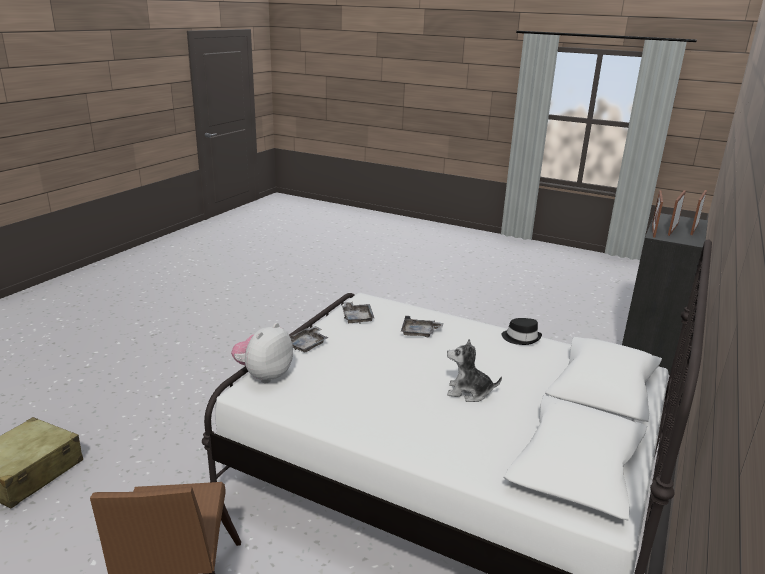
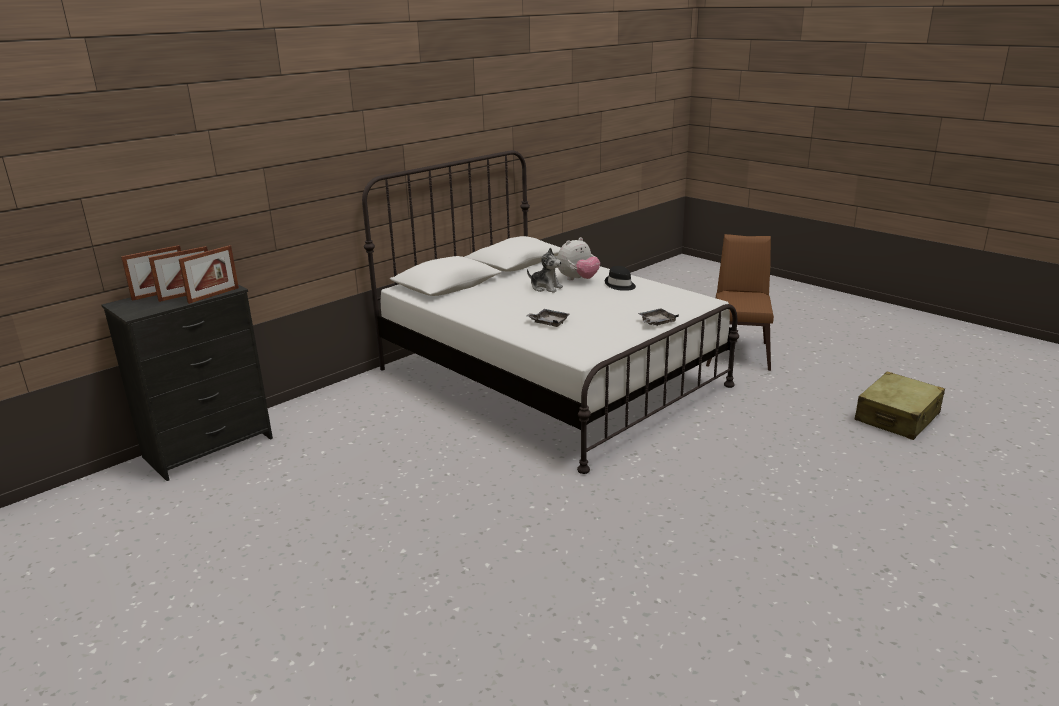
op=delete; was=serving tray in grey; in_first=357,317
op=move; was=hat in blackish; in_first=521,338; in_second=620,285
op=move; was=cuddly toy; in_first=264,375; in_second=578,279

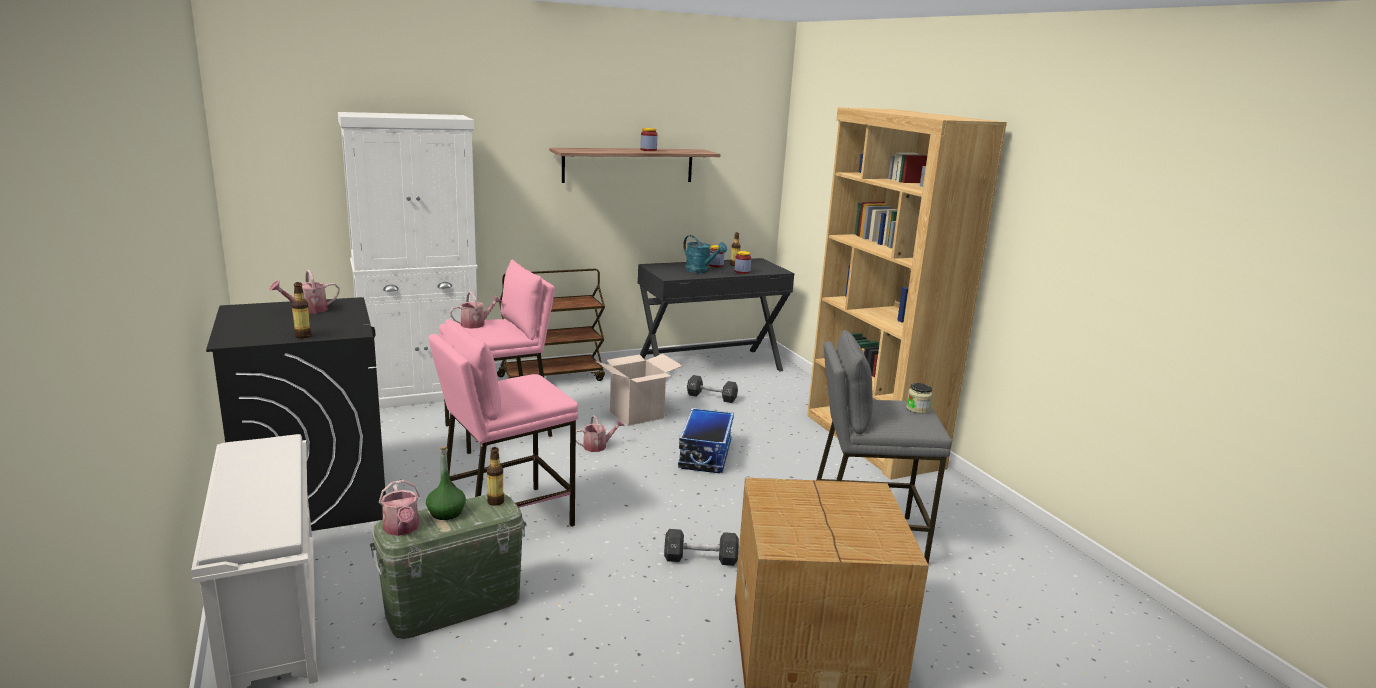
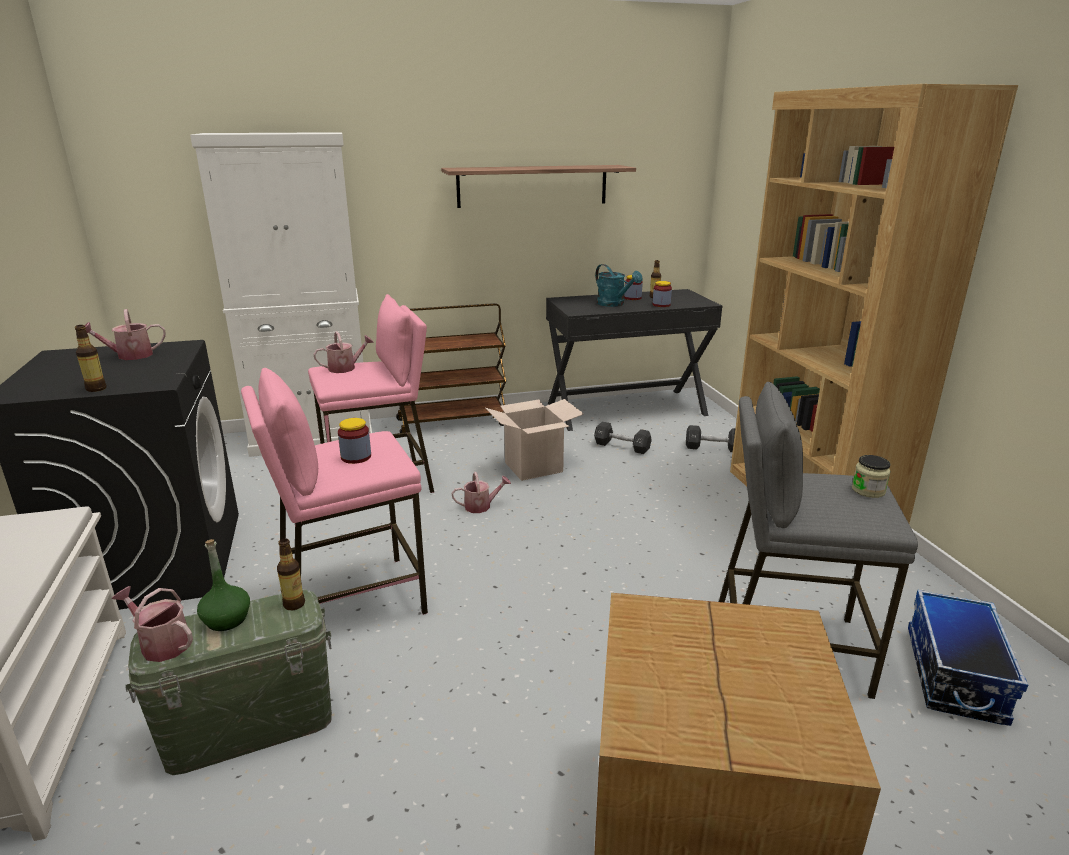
op=move; was=jar; in_first=648,150; in_second=356,457
op=move; was=storage bin; in_first=704,454; in_second=952,674
op=rotate; was=watering pot; in_first=402,529; in_second=161,644; clockwise=135
op=move; was=free weight in blackish; in_first=700,559; in_second=713,448

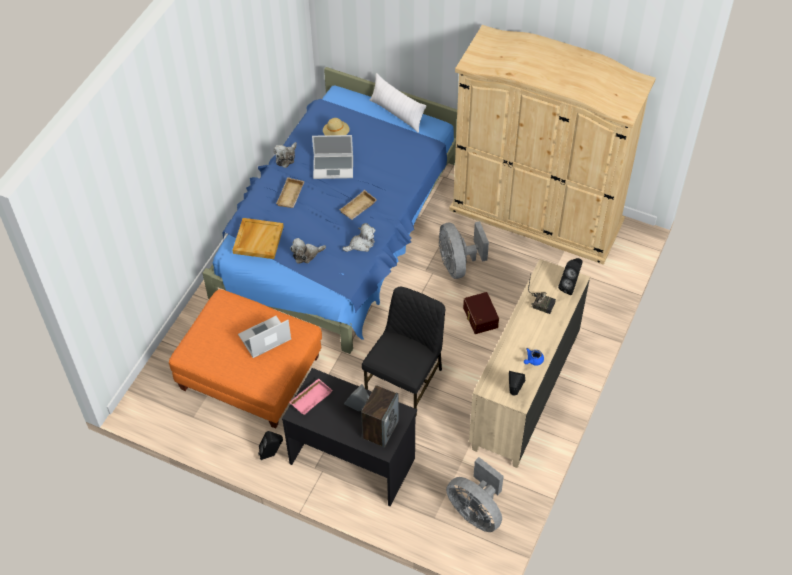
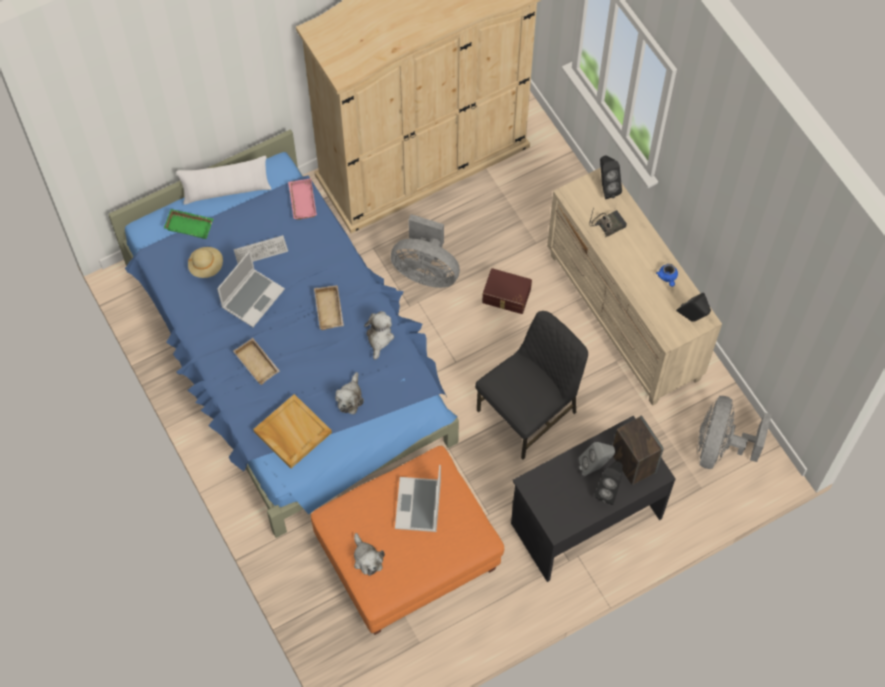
op=move; was=cuddly toy; in_first=286,158; in_second=367,558
op=rotate; was=plain chair in blackish; in_first=406,380; in_second=529,411; clockwise=75
op=move; was=serving tray in pink; in_first=310,398; in_second=301,201
op=move; was=audio speaker in blackish; in_first=272,454; in_second=609,490
op=rotate; was=electric fan in grey; in_first=476,511; in_second=720,447; clockwise=120
op=insert; now=serving tray in green; in_second=190,225
op=insert; now=keyboard; in_second=261,251

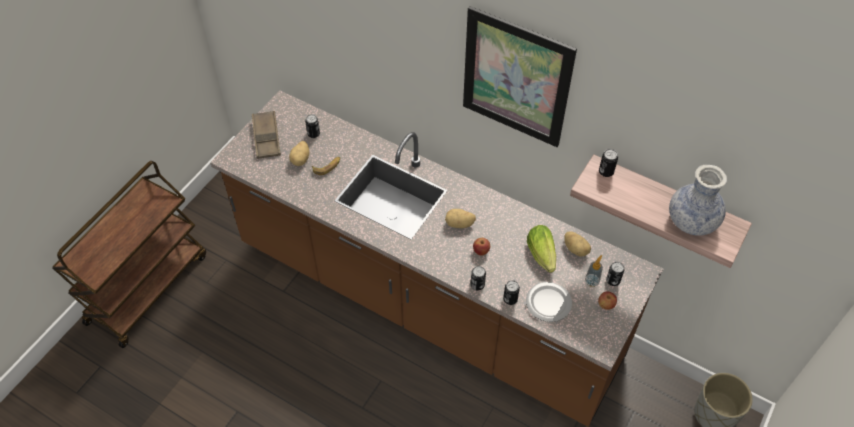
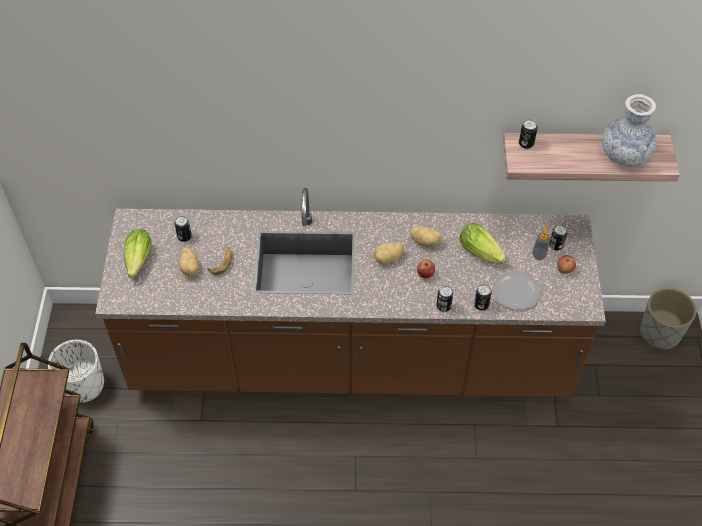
op=delete; was=picture; in_first=516,78
op=replace; was=serving tray in brown-coloured; now=lettuce; in_first=266,137; in_second=137,262
op=move; was=spud; in_first=576,249; in_second=425,241
op=insert; now=flower pot in white; in_second=83,385

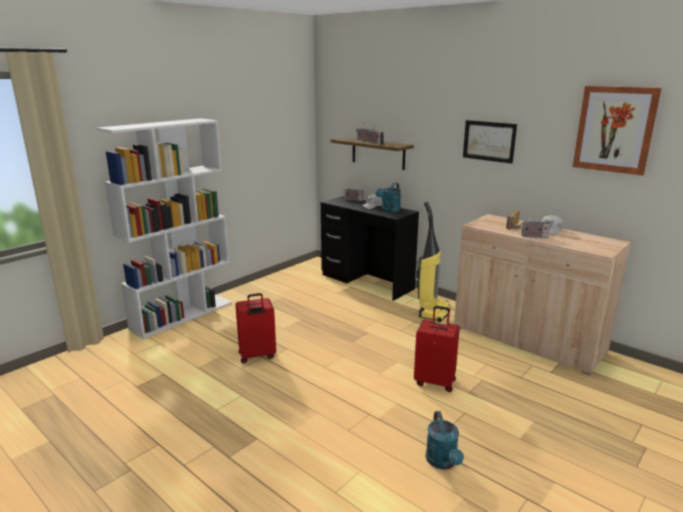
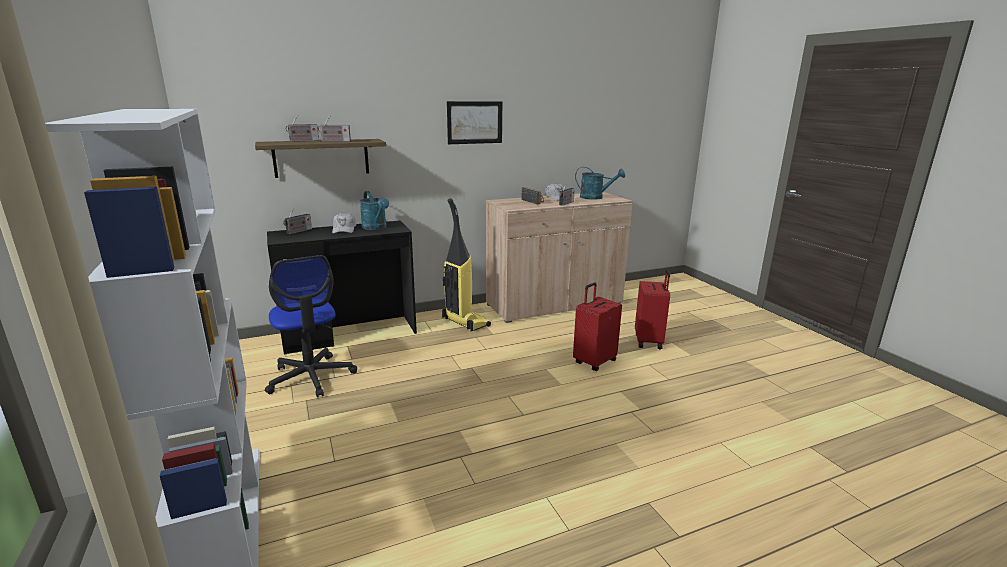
op=delete; was=picture; in_first=615,129
op=move; was=travel case in red-coloured; in_first=257,356; in_second=649,341
op=move; was=watering pot in turquoise-coloured; in_first=443,462; in_second=595,197
op=insert; now=computer chair; in_second=311,377

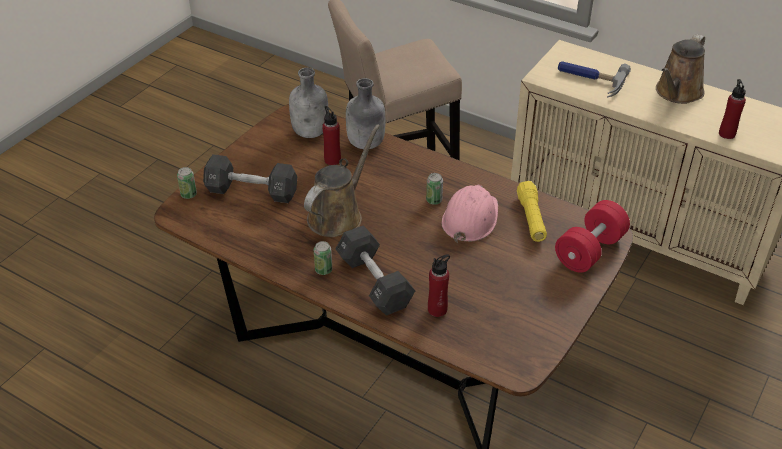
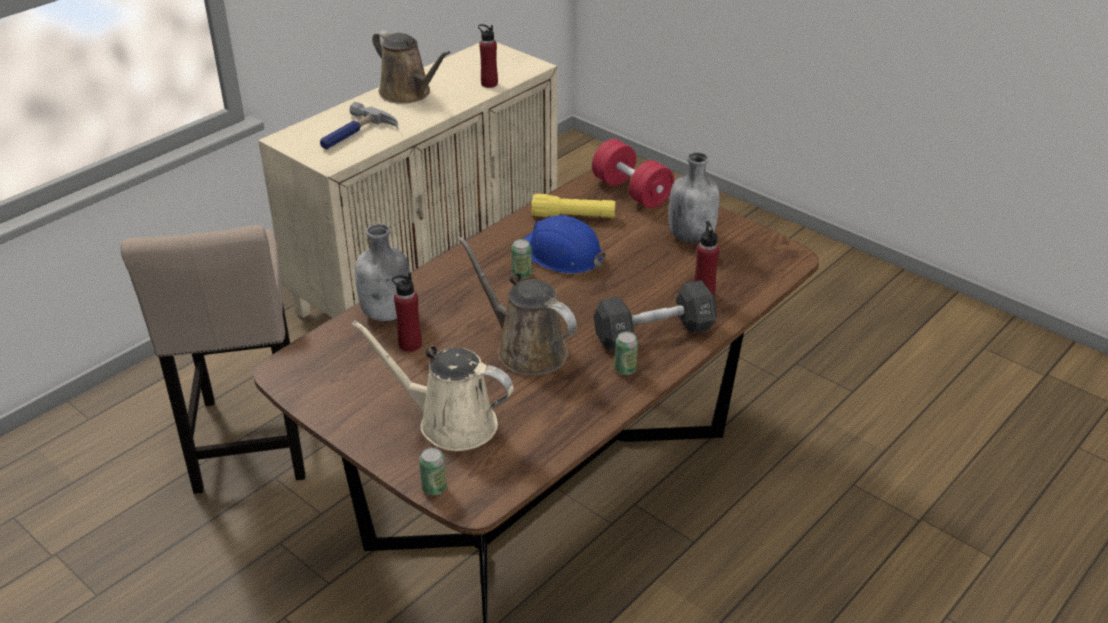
op=move; was=bottle in grey; in_first=311,132; in_second=691,236
op=replace; was=free weight in blackish; now=watering pot in beige-coloured; in_first=252,191; in_second=450,422
op=recolor; was=hard hat in pink; now=hard hat in bluish; in_first=470,218; in_second=561,254

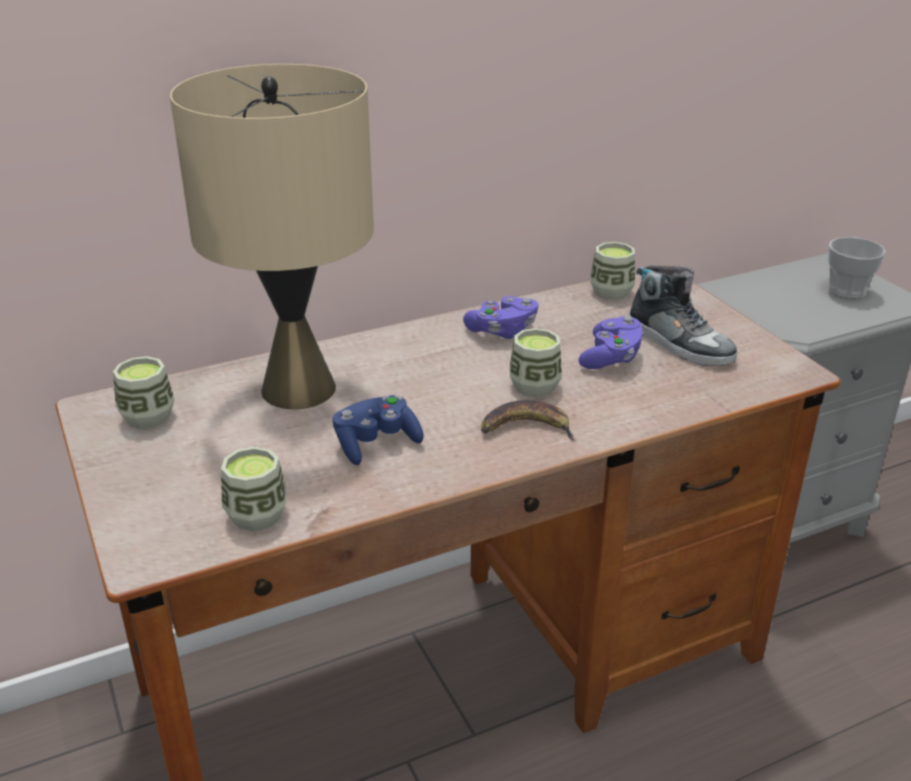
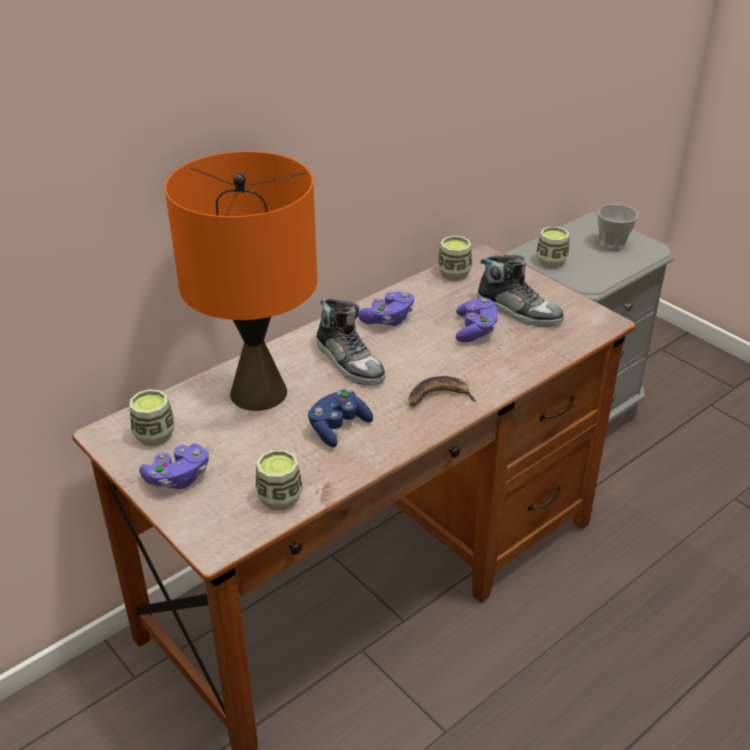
op=recolor; was=tabletop lamp in beige-coloured; now=tabletop lamp in orange; in_first=299,388; in_second=259,392
op=move; was=small cup; in_first=534,386; in_second=551,262
op=insert; now=item of footwear; in_second=349,362
op=insert; now=joypad in purple-coloured; in_second=178,478

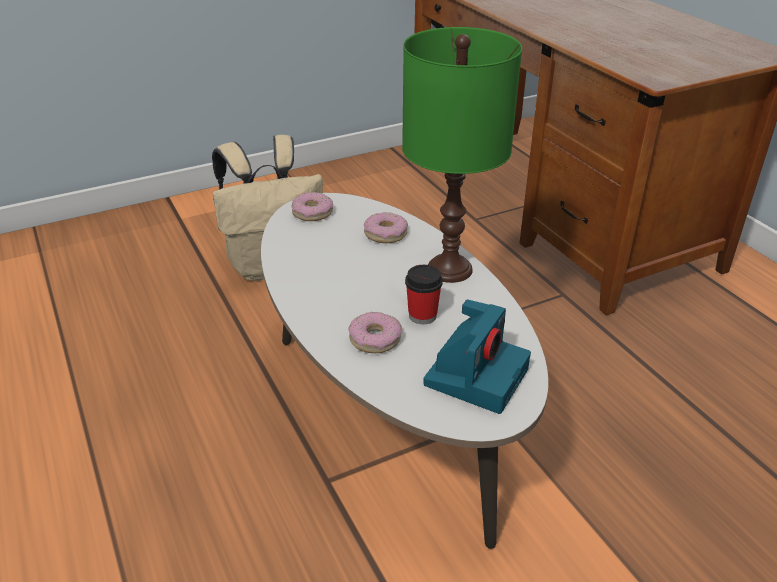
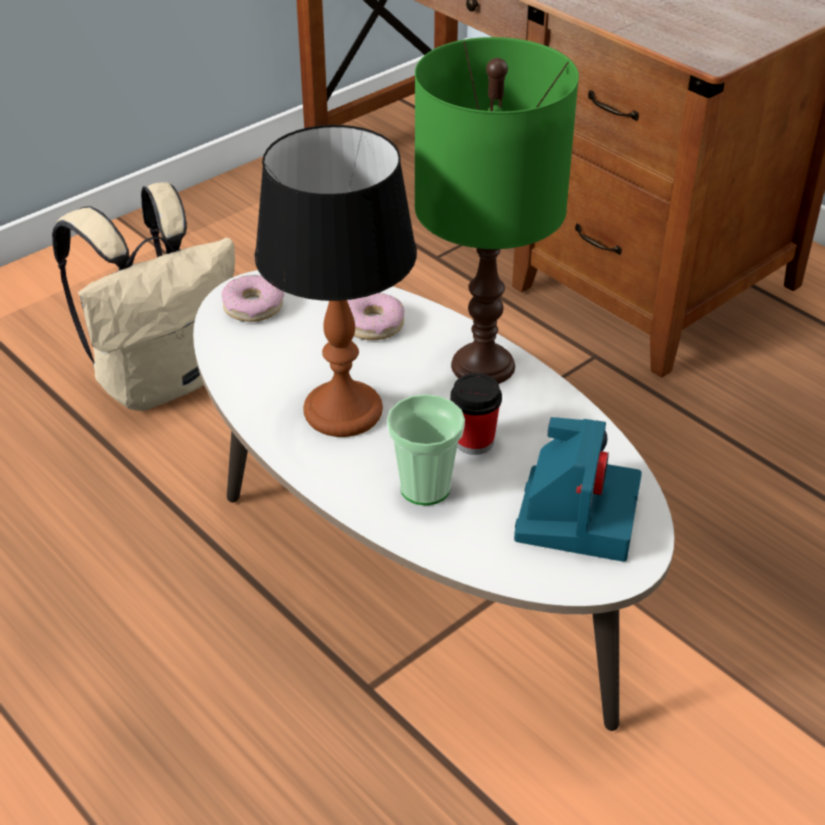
op=replace; was=doughnut; now=small cup; in_first=375,339; in_second=425,488
op=insert; now=tabletop lamp; in_second=344,412

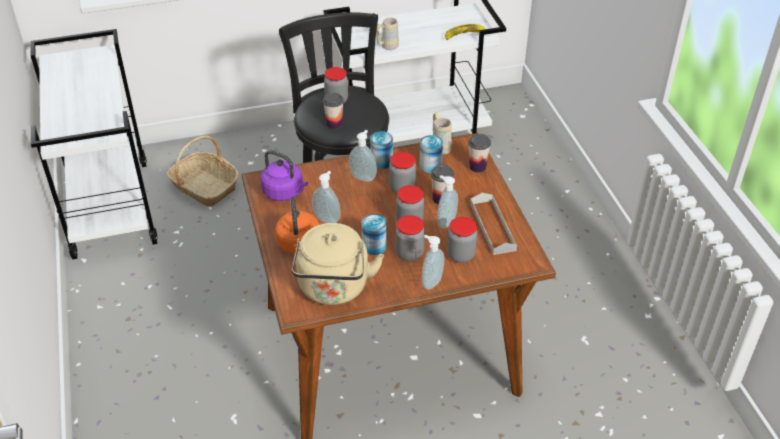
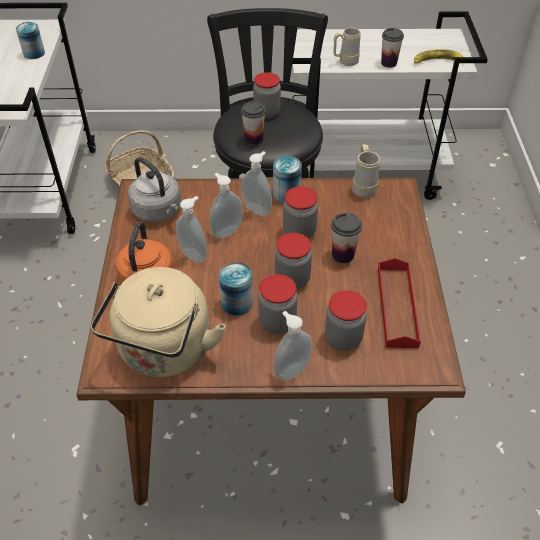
op=move; was=small cup; in_first=477,167; in_second=388,63
op=move; was=can; in_first=430,166; in_second=34,53
op=recolor; was=tea kettle in purple-coloured; now=tea kettle in grey; in_first=285,193; in_second=159,211
op=move; was=soap bottle; in_first=445,222; in_second=226,231
op=recolor; was=serving tray in grey; now=serving tray in red-coloured; in_first=492,227; in_second=397,306

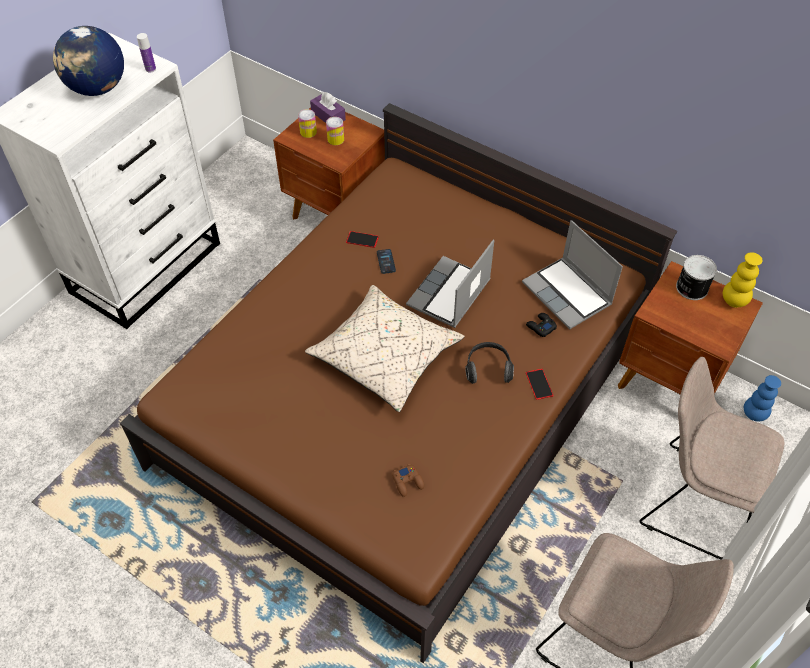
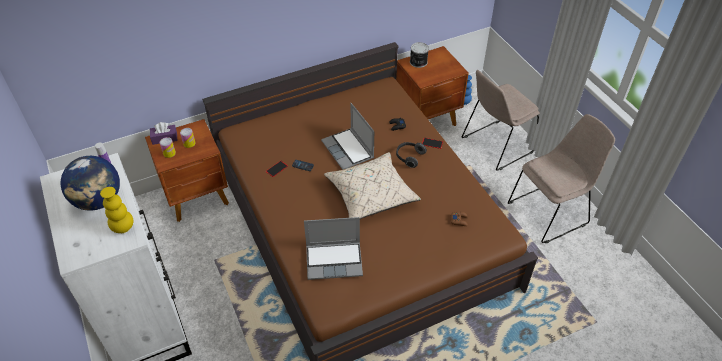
op=move; was=notebook computer; in_first=568,294; in_second=335,260
op=move; was=decorative vase in yellow-coloured; in_first=734,301; in_second=123,227

